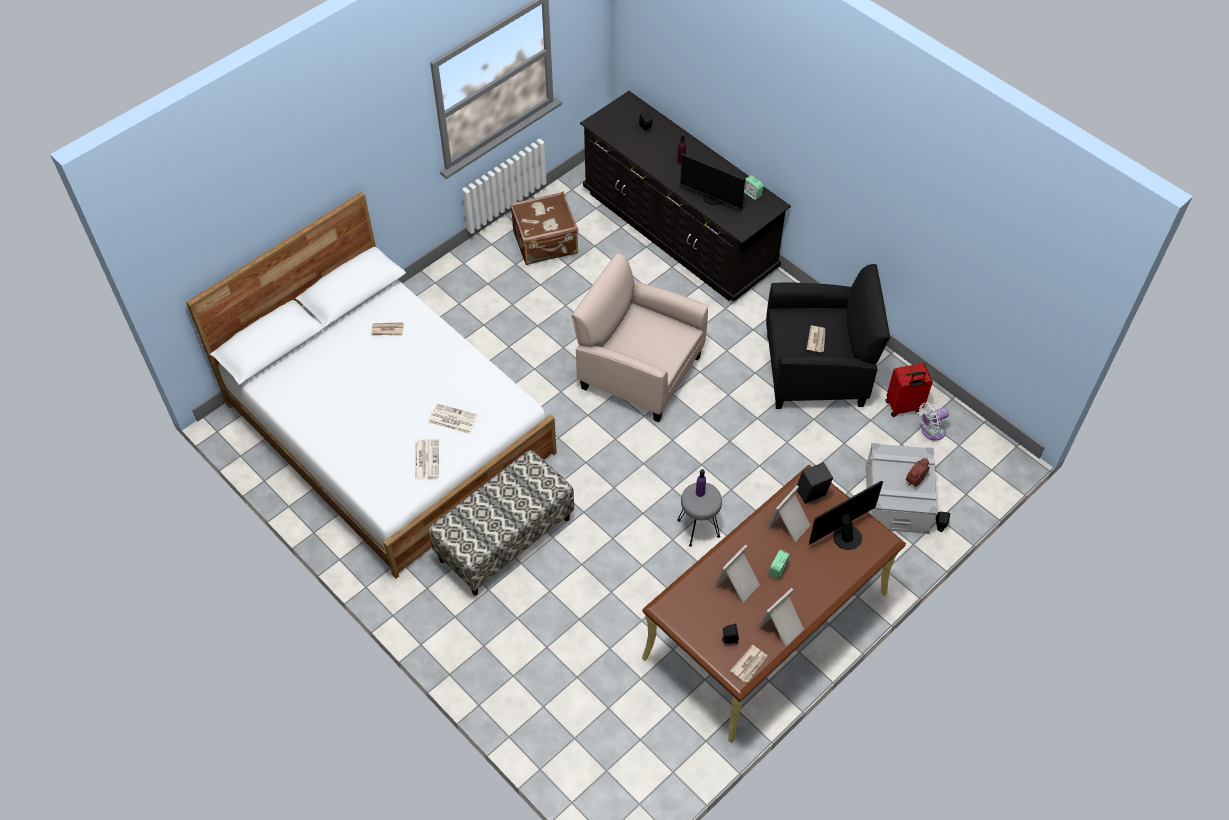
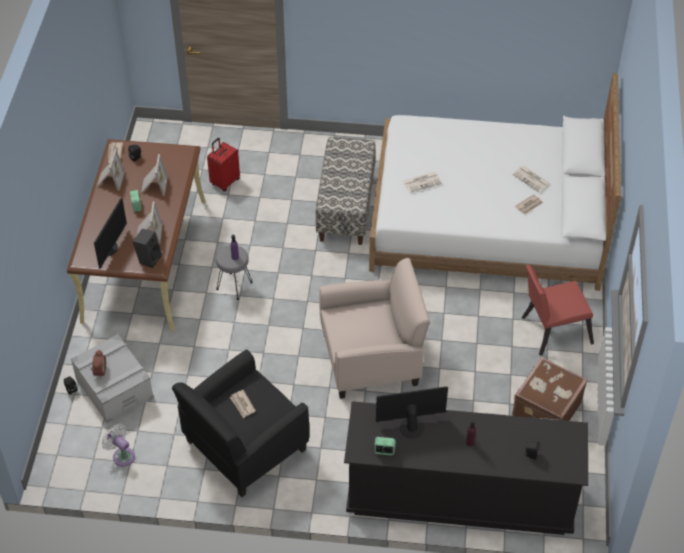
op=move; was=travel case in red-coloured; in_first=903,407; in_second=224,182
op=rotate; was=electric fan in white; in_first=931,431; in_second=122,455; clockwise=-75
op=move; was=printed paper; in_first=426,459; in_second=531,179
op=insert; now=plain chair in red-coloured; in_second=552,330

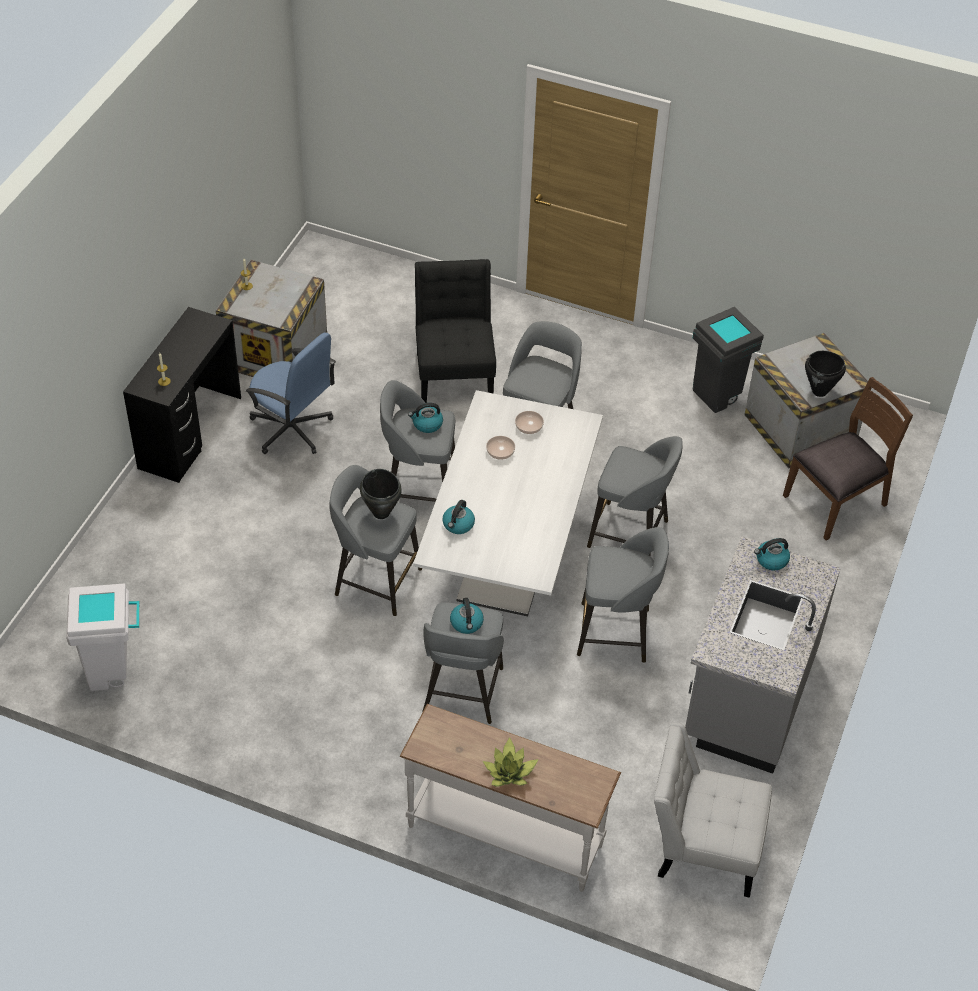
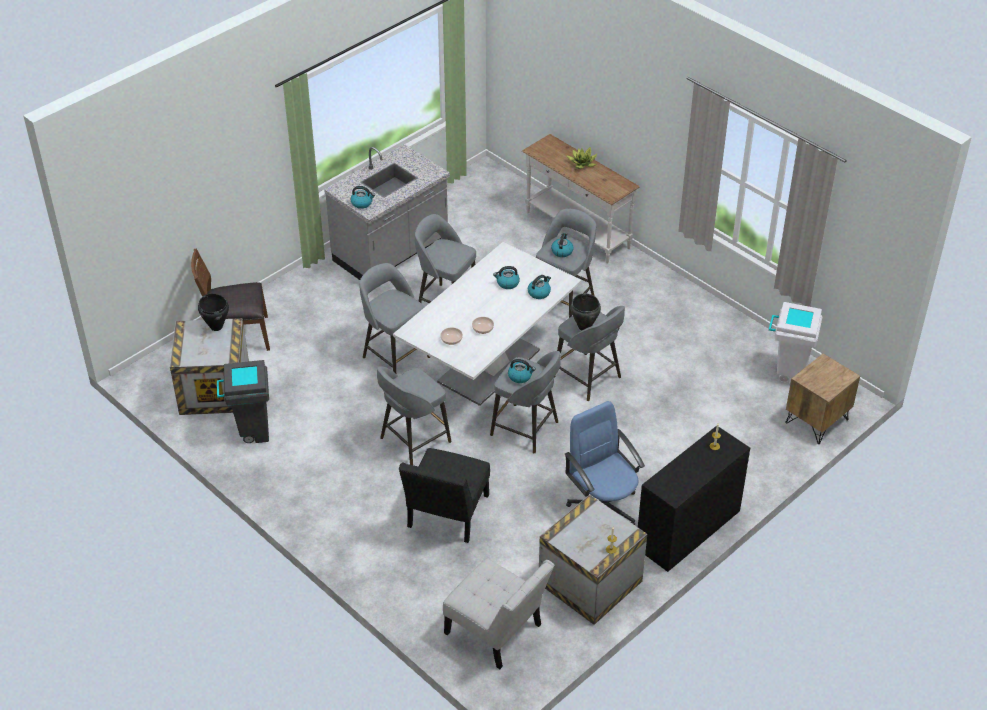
op=move; was=plain chair in white; in_first=702,846; in_second=497,632
op=insert; now=tea kettle; in_second=507,283
op=insert; now=bedside table in brown-coloured; in_second=817,421

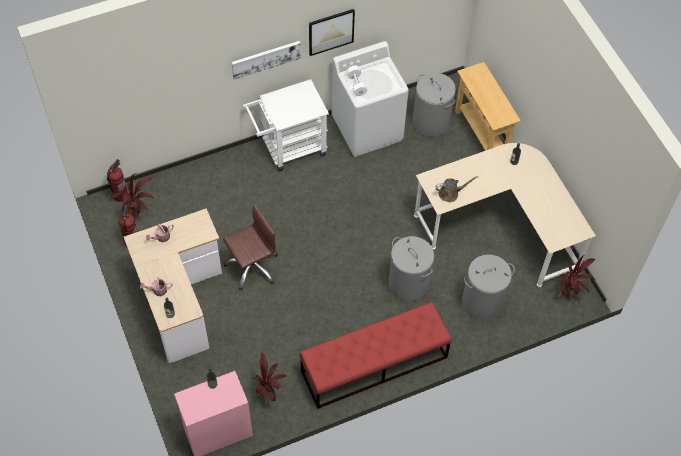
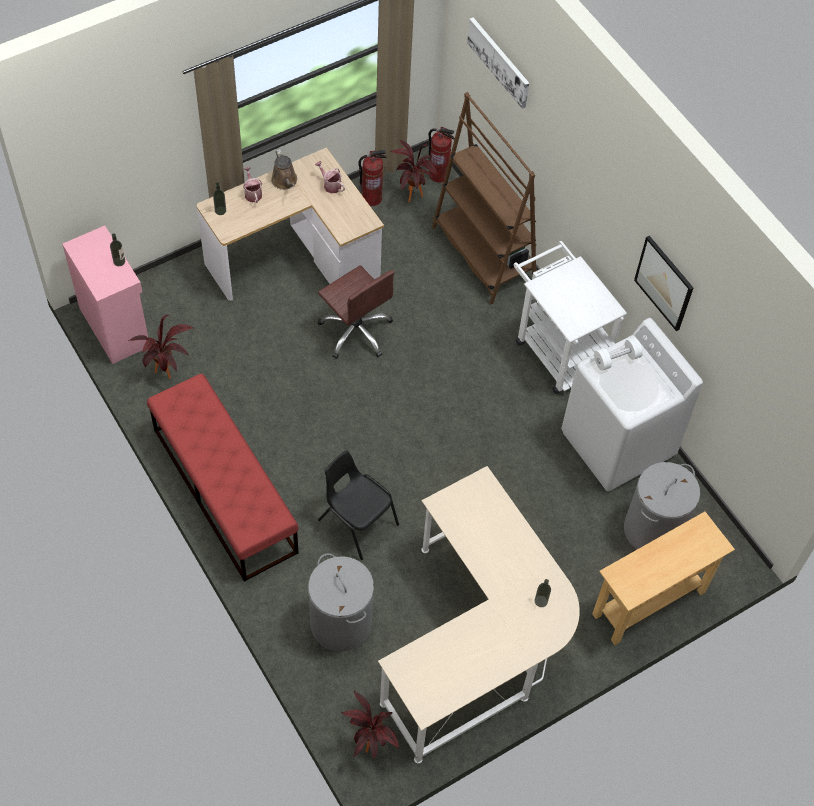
op=move; was=picture; in_first=266,59; in_second=499,61
op=move; was=watering pot in brown-coloured; in_first=450,193; in_second=285,182
op=replace; was=washing basket in grey; now=plain chair in blackish; in_first=408,284; in_second=357,522
op=insert; now=bookcase in brown-coloured; in_second=483,253

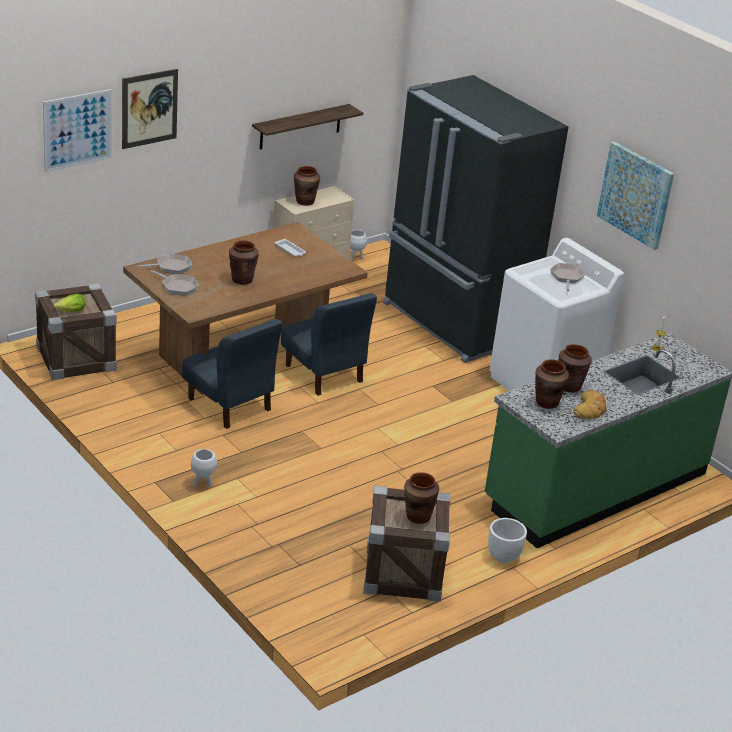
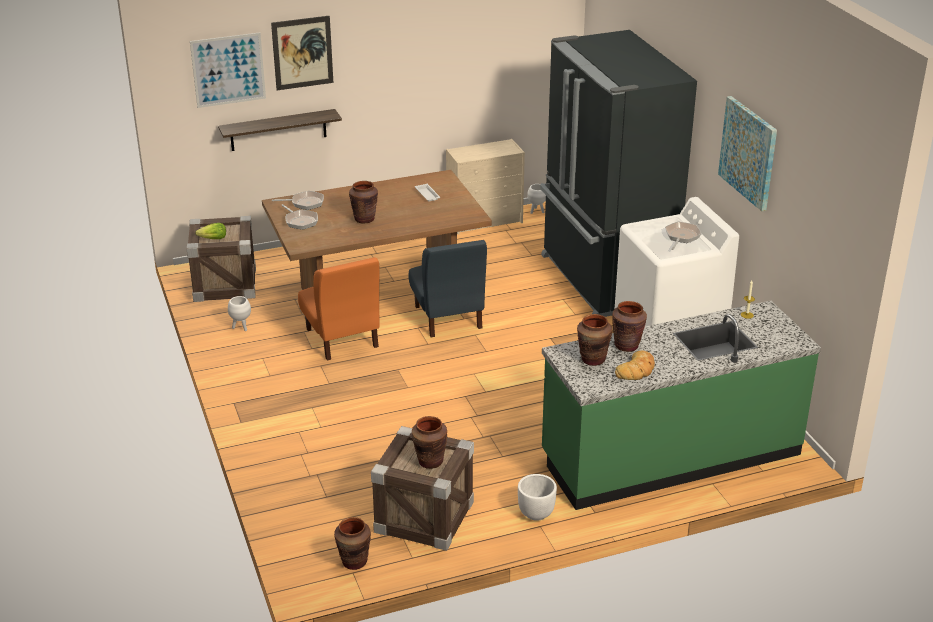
op=move; was=wall shelf; in_first=300,127; in_second=278,130
op=move; was=decorative vase in brown-coloured; in_first=305,202; in_second=354,562
op=recolor; was=plain chair in bluish; now=plain chair in orange; in_first=229,405; in_second=342,338
op=move; was=flower pot in white; in_first=202,483; in_second=241,327

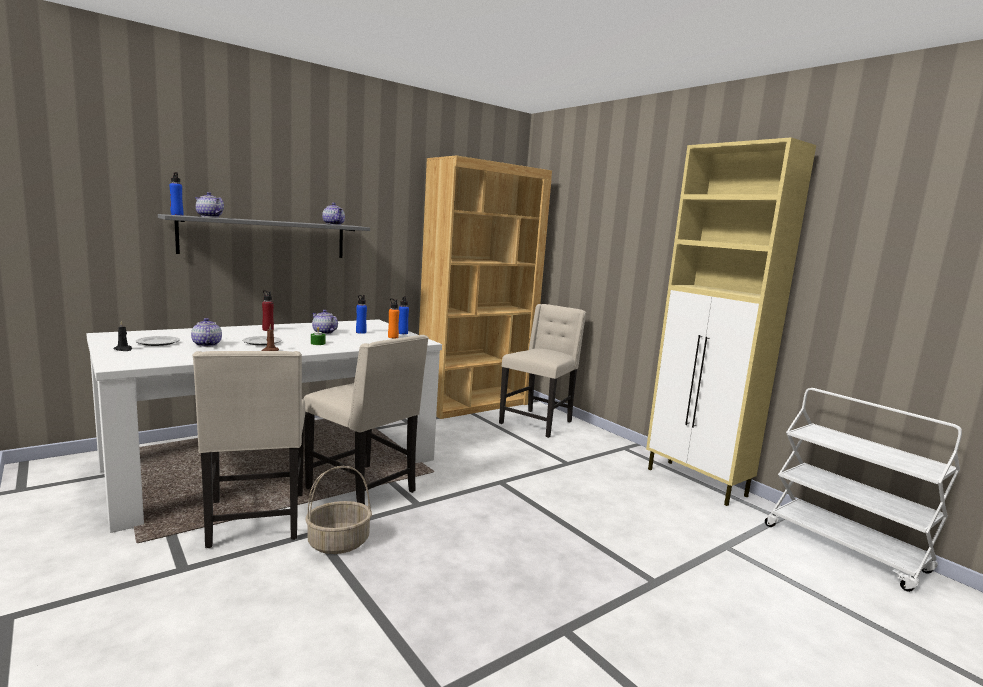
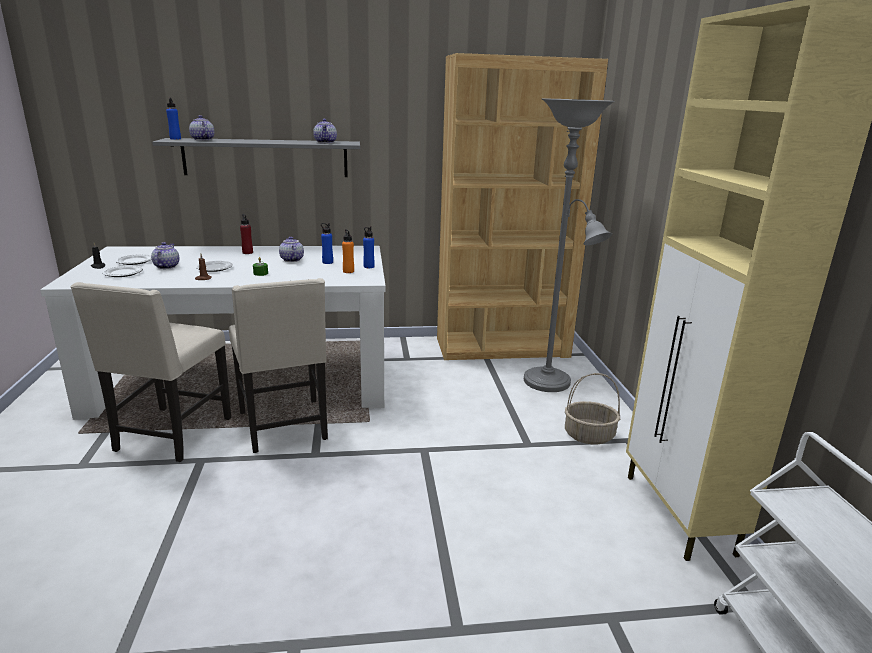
op=replace; was=plain chair in beige-coloured; now=standing lamp in grey; in_first=537,422; in_second=551,384
op=move; was=household basket; in_first=338,543; in_second=588,436
op=insert; now=flat dish; in_second=123,273

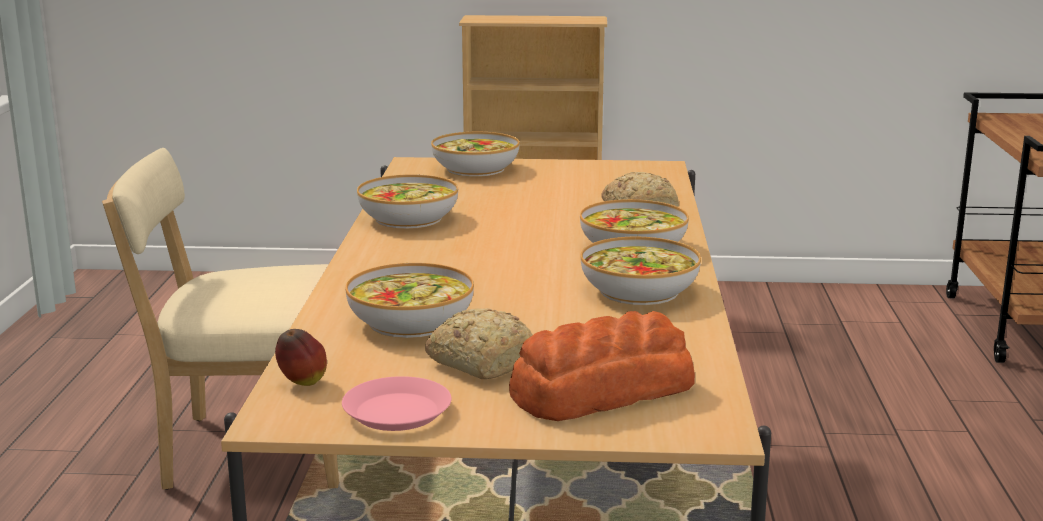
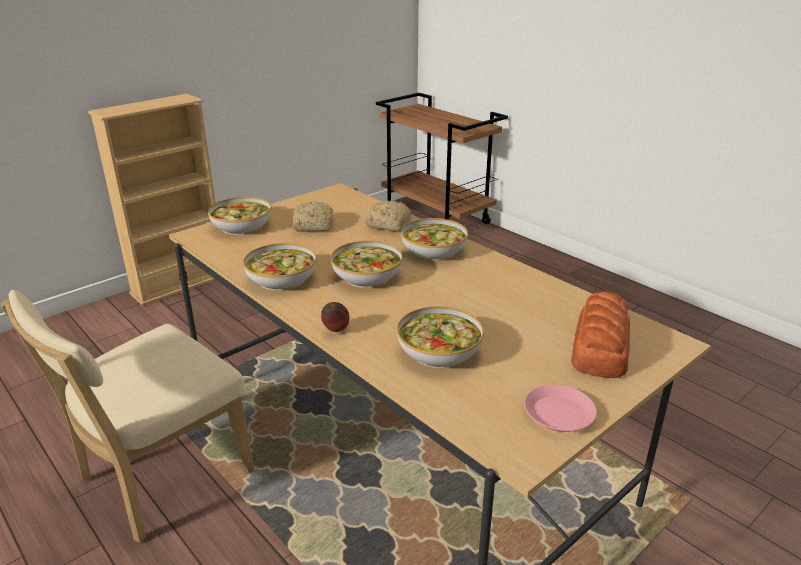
op=move; was=deep dish; in_first=638,291; in_second=367,276
op=move; was=baked bread; in_first=481,362; in_second=312,226
op=move; was=apple fruit; in_first=302,383; in_second=336,330

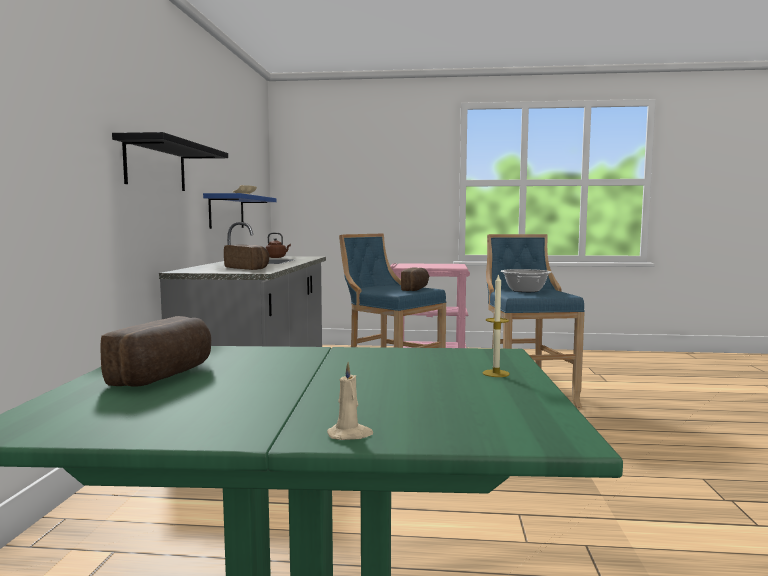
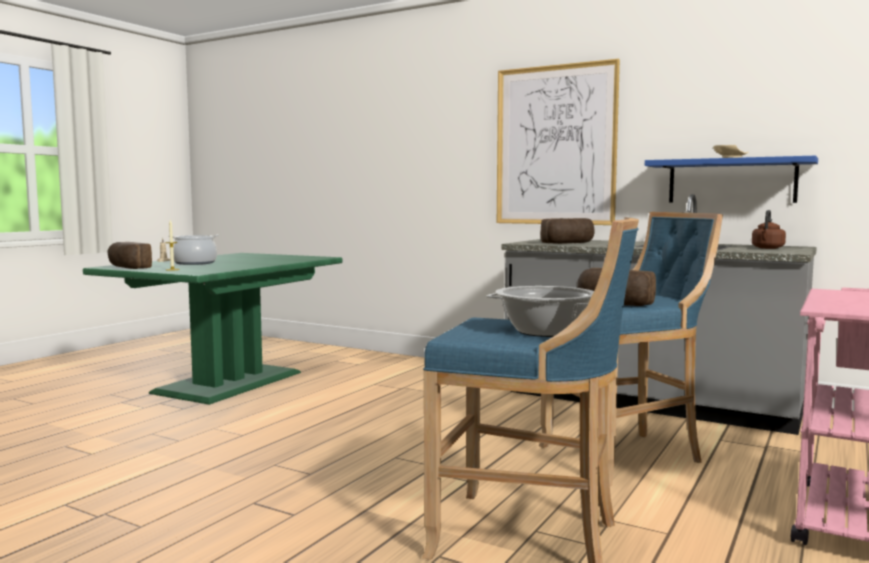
op=replace; was=wall shelf in blackish; now=picture; in_first=156,166; in_second=555,145
op=move; was=baked bread; in_first=166,375; in_second=127,267
op=insert; now=cooking pot; in_second=194,263

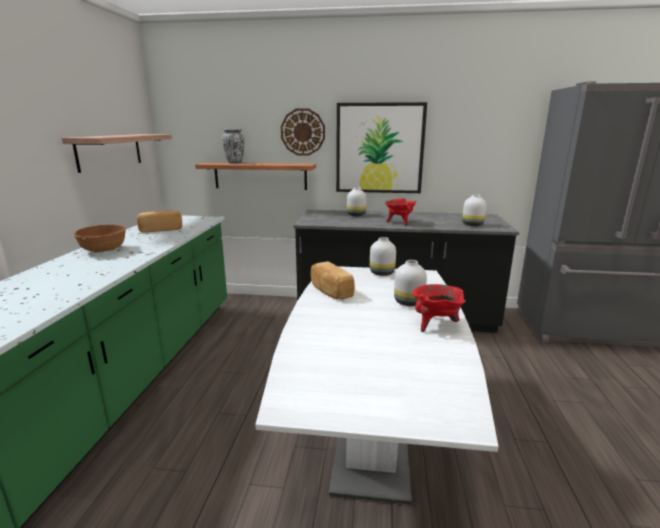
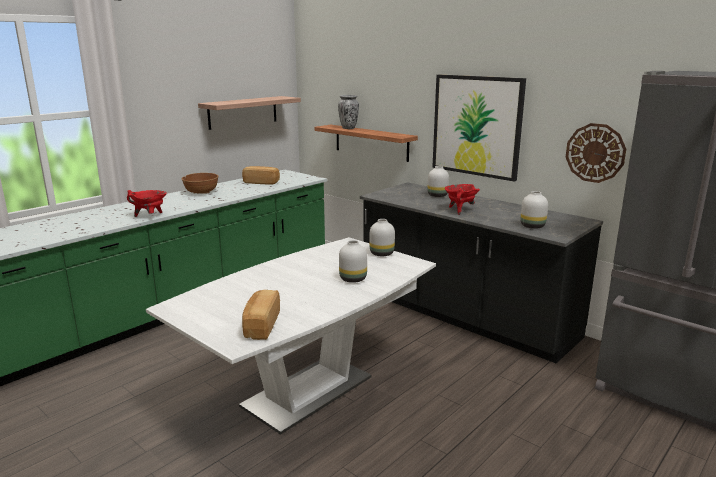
op=move; was=hanging clock; in_first=303,132; in_second=595,153
op=move; was=baked bread; in_first=330,291; in_second=261,326
op=move; was=cooking pot in red-coloured; in_first=436,325; in_second=150,216

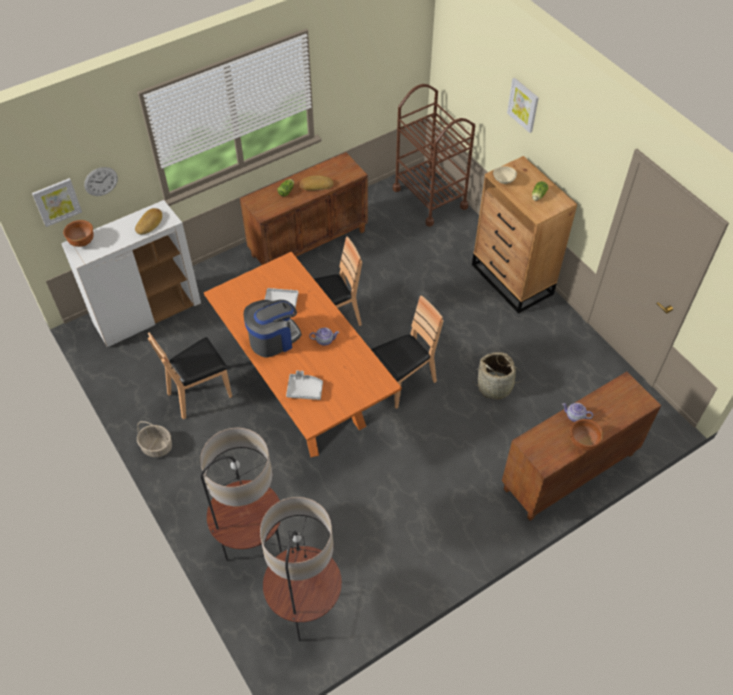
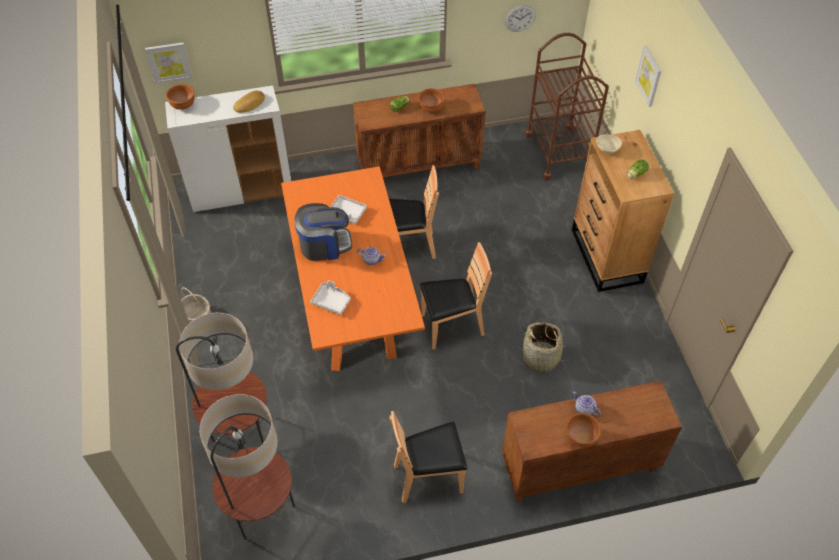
op=move; was=hanging clock; in_first=101,181; in_second=520,18
op=replace; was=baked bread; now=deep dish in brown-coloured; in_first=316,185; in_second=431,108
op=move; was=plain chair in brown-coloured; in_first=200,394; in_second=429,477

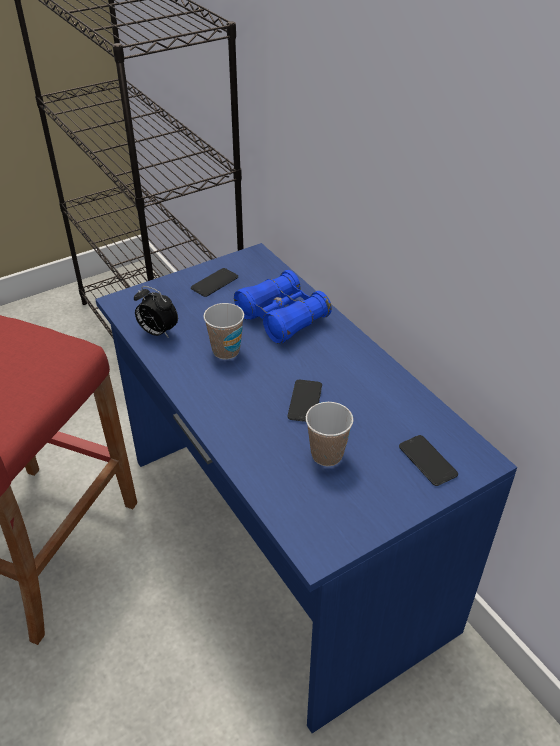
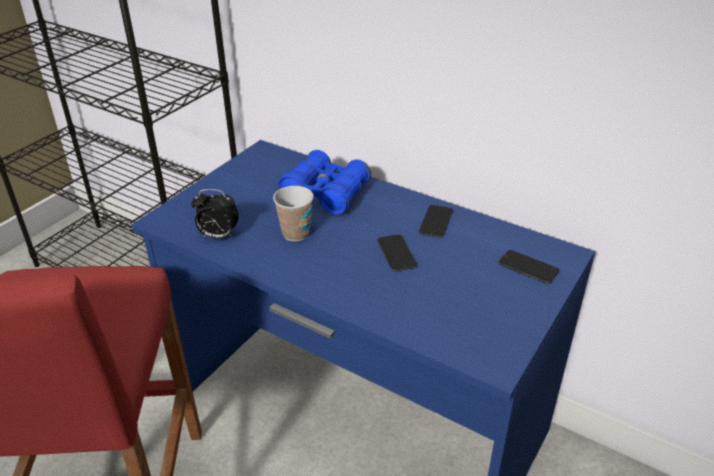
op=move; was=telephone; in_first=214,283; in_second=436,222
op=delete; was=small cup; in_first=327,455

